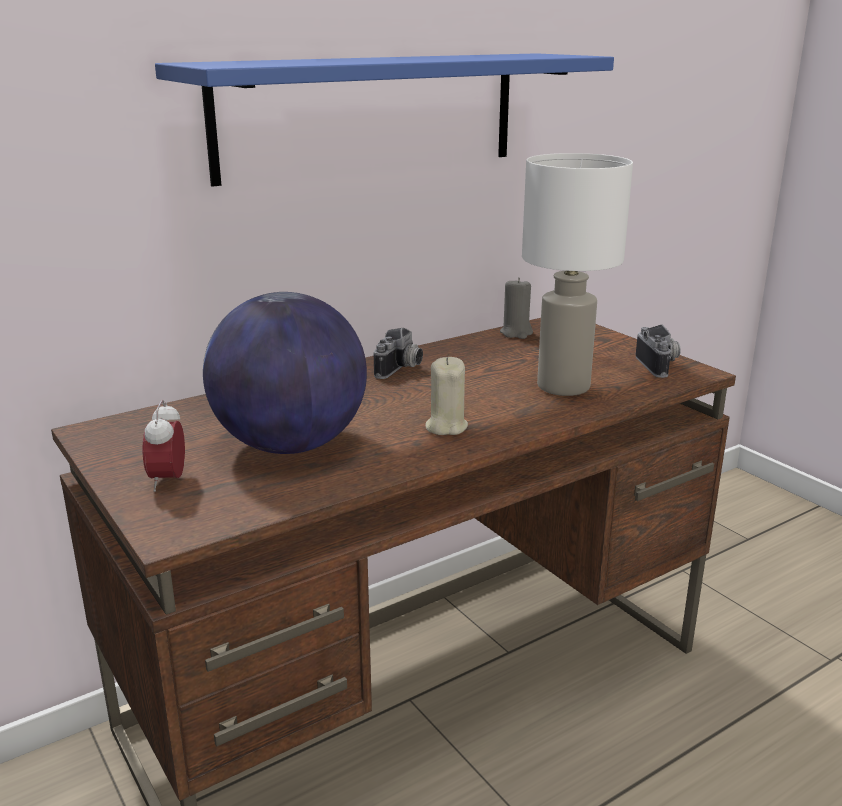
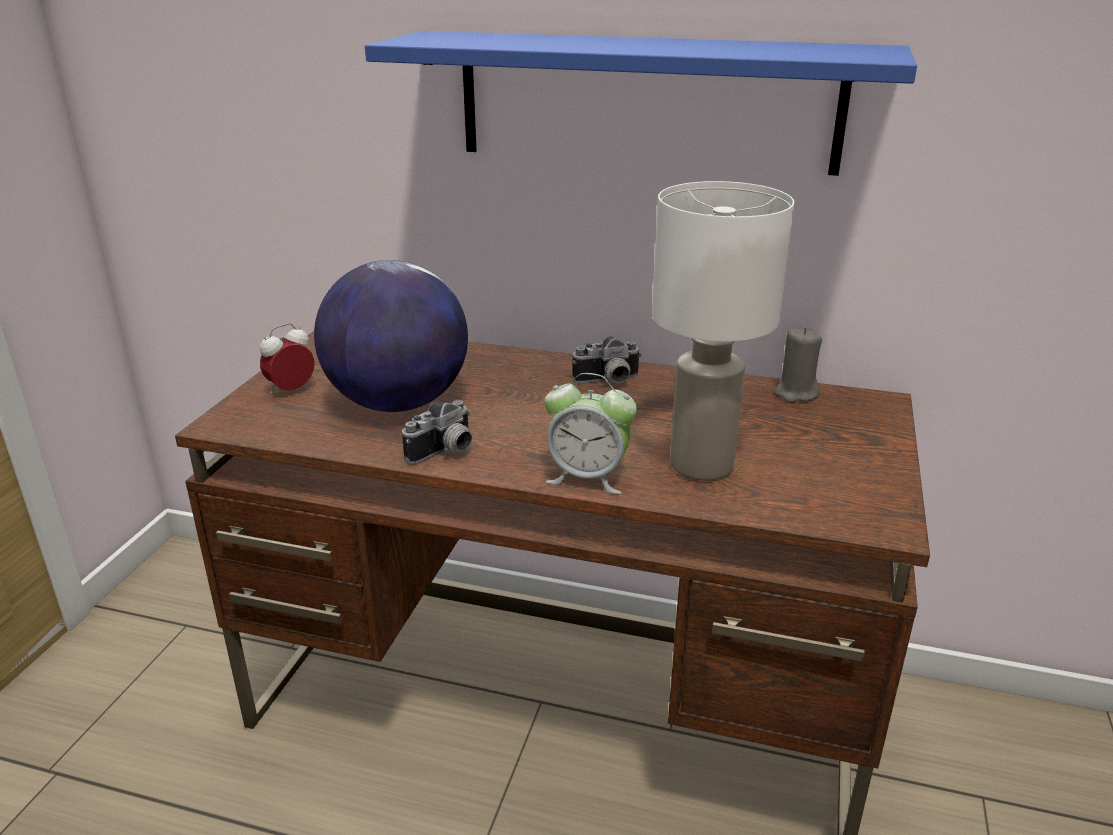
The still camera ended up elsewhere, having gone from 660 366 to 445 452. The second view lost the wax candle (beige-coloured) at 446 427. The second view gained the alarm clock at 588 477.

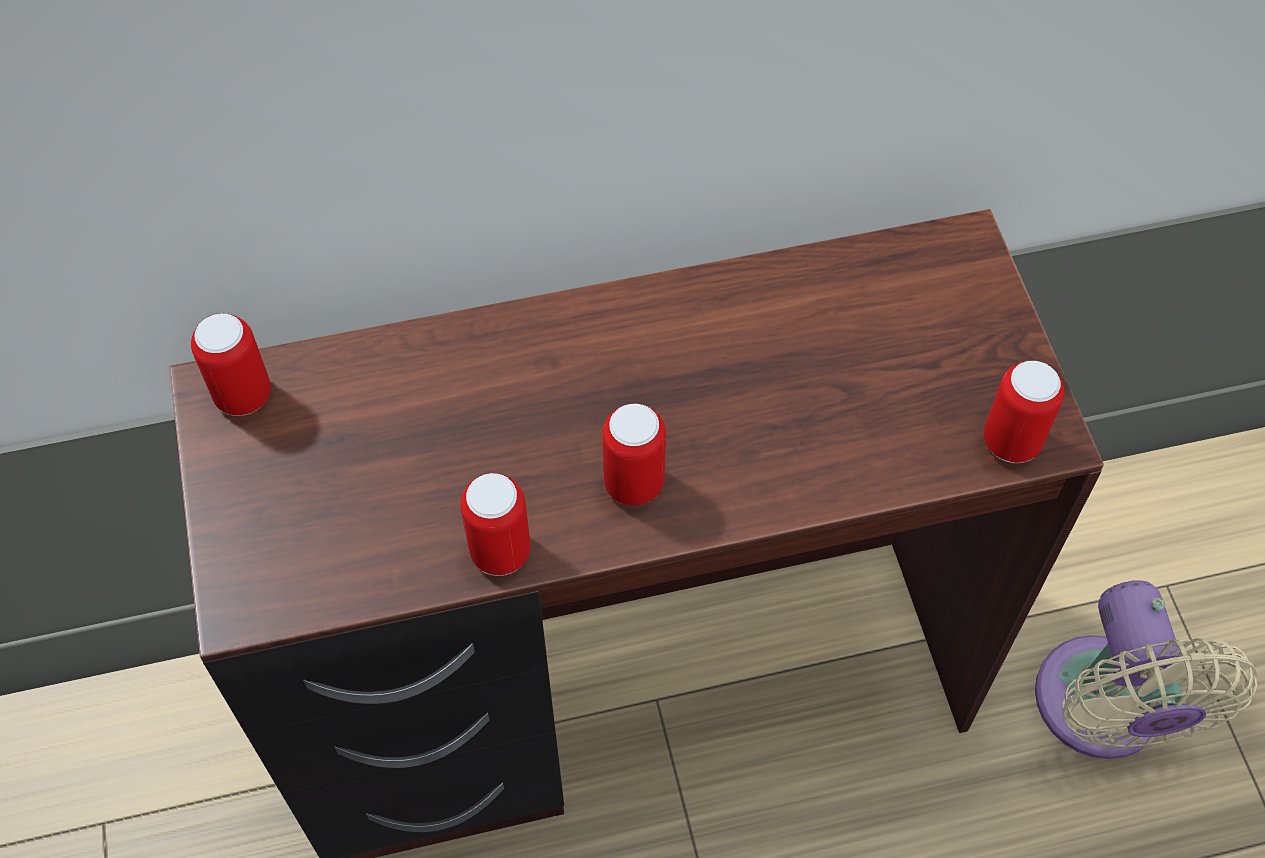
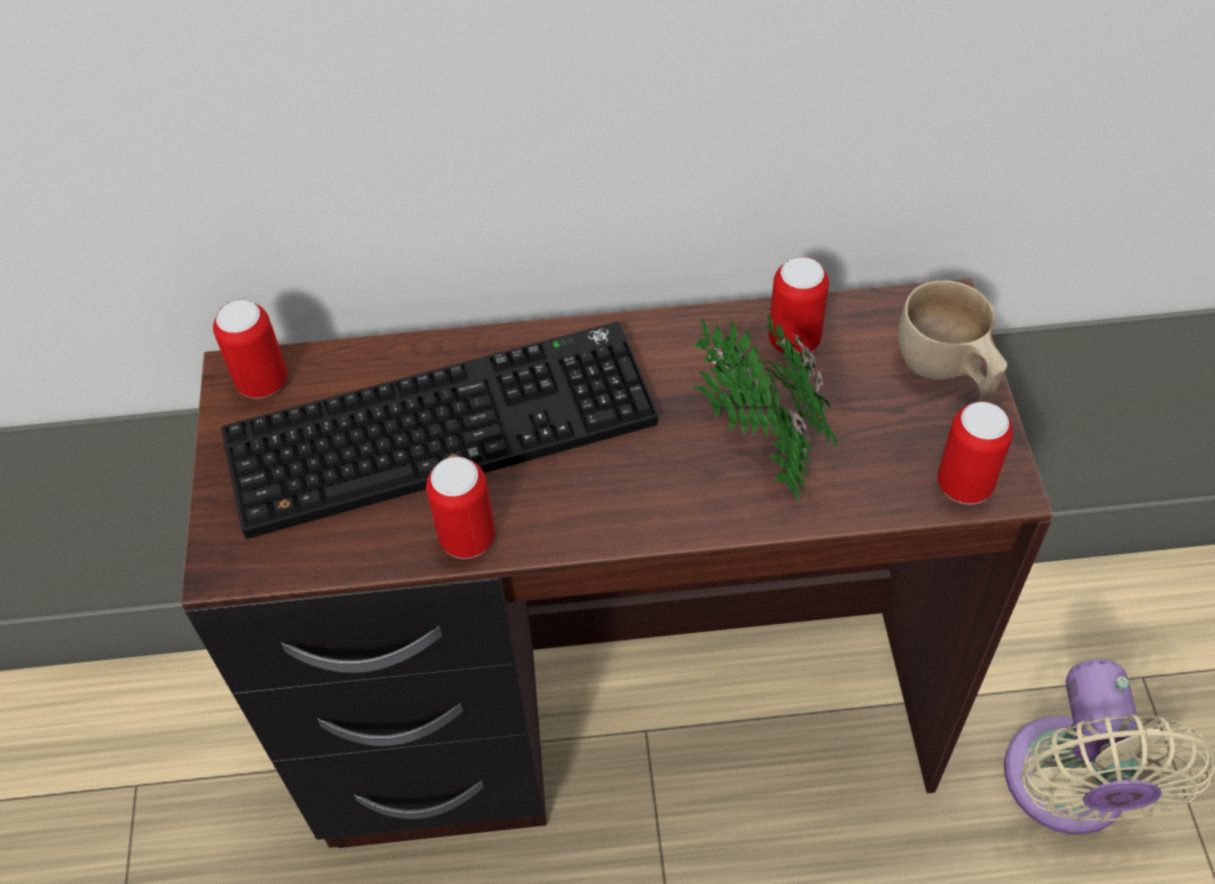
The sealed can ended up elsewhere, having gone from 634 483 to 794 341. The second view gained the small cup (beige-coloured) at 946 374. The second view gained the houseplant at 758 440. The second view gained the PC keyboard at 444 425.

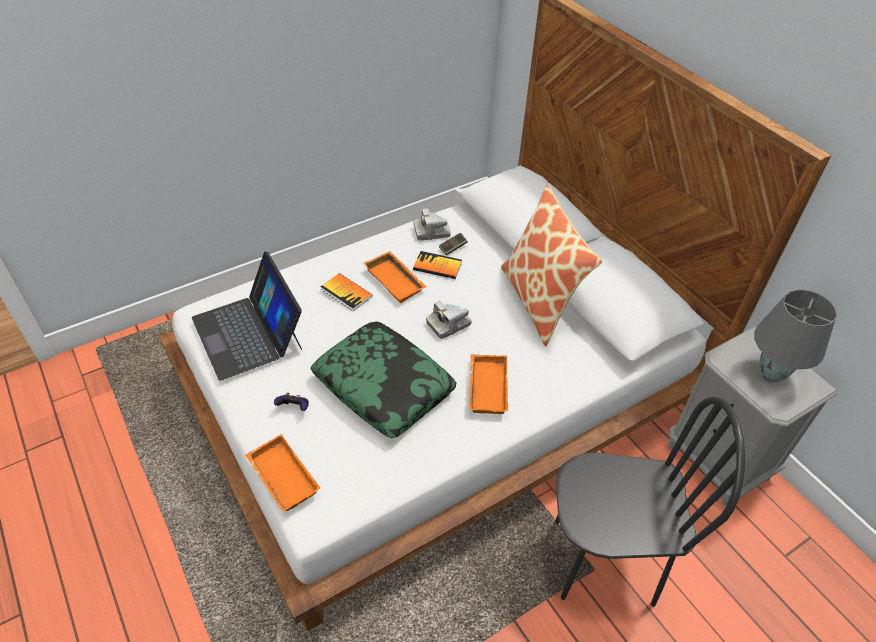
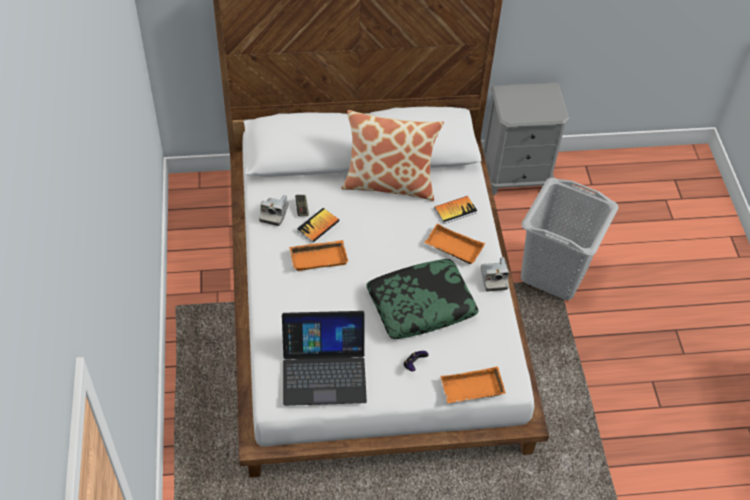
The bound book ended up elsewhere, having gone from 346 293 to 455 210. The second view lost the table lamp (greyish) at 770 374. The still camera ended up elsewhere, having gone from 448 324 to 493 278. Where the upright chair (black) stood at 603 560, the washing basket (greyish) came to stand at 555 272.

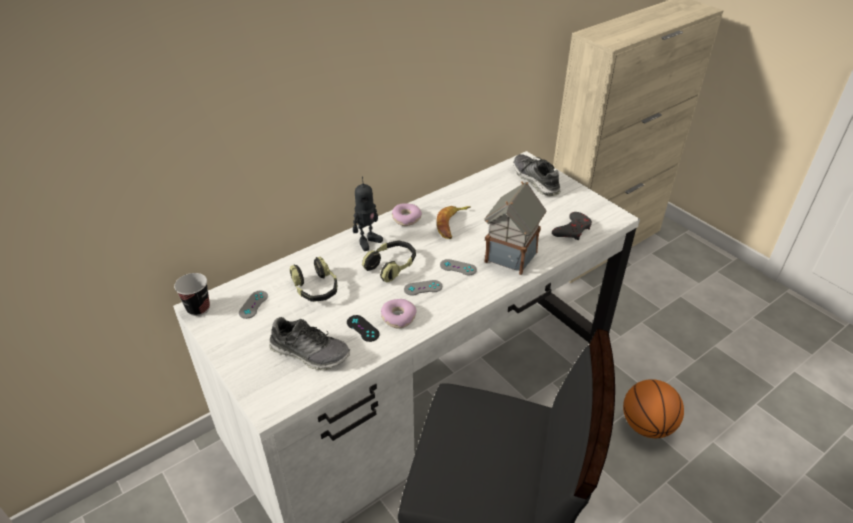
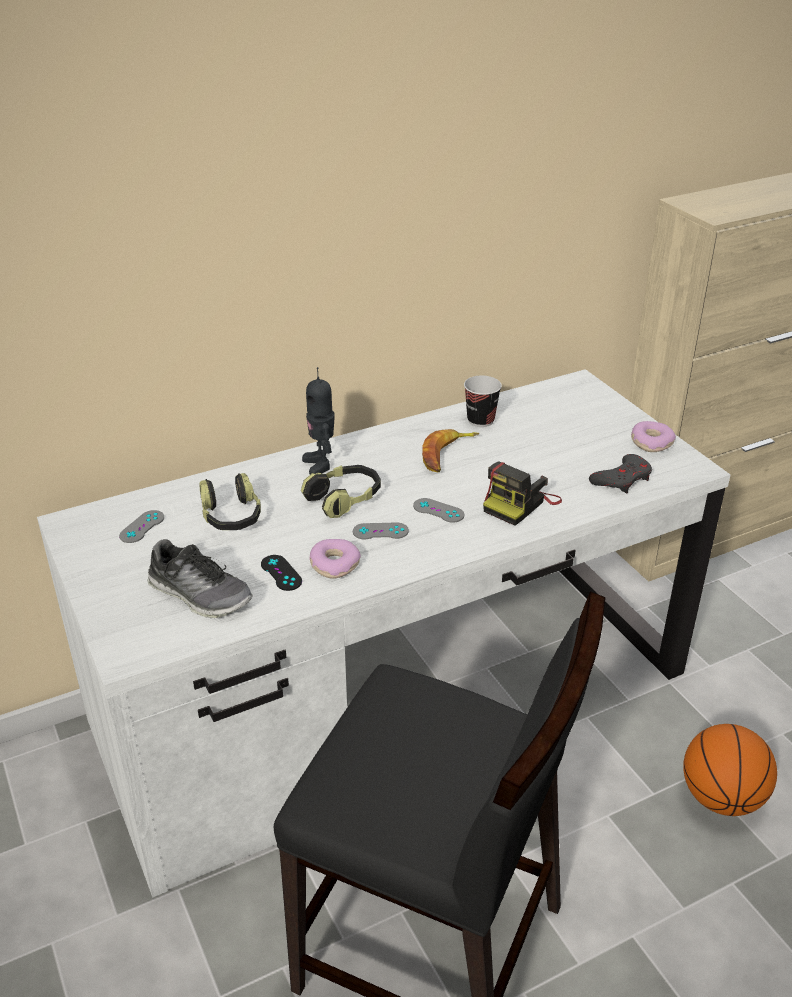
The second view lost the low shoe at 535 180. The robot figure at 368 241 ended up facing another way, 105 degrees clockwise from before. Where the model house stood at 511 256, the still camera came to stand at 520 503. The ring doughnut ended up elsewhere, having gone from 406 218 to 651 443. The small cup ended up elsewhere, having gone from 198 308 to 480 420.

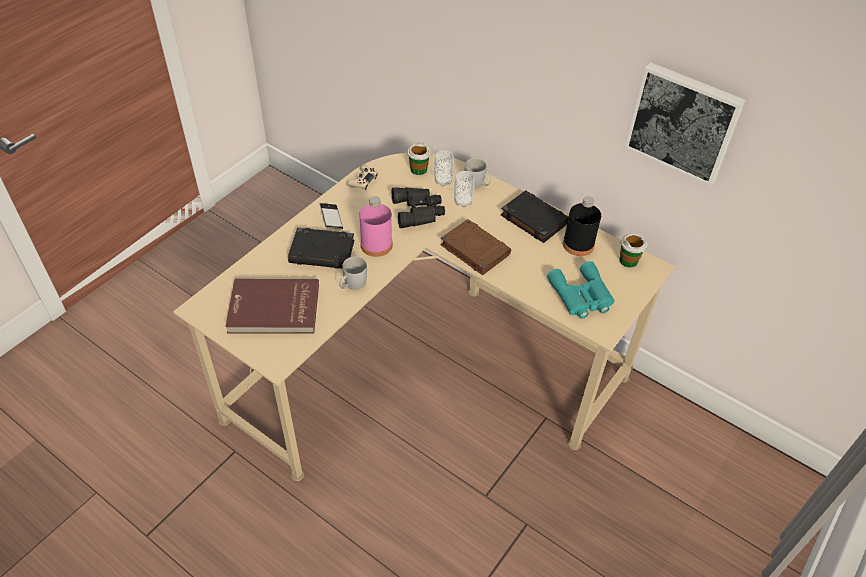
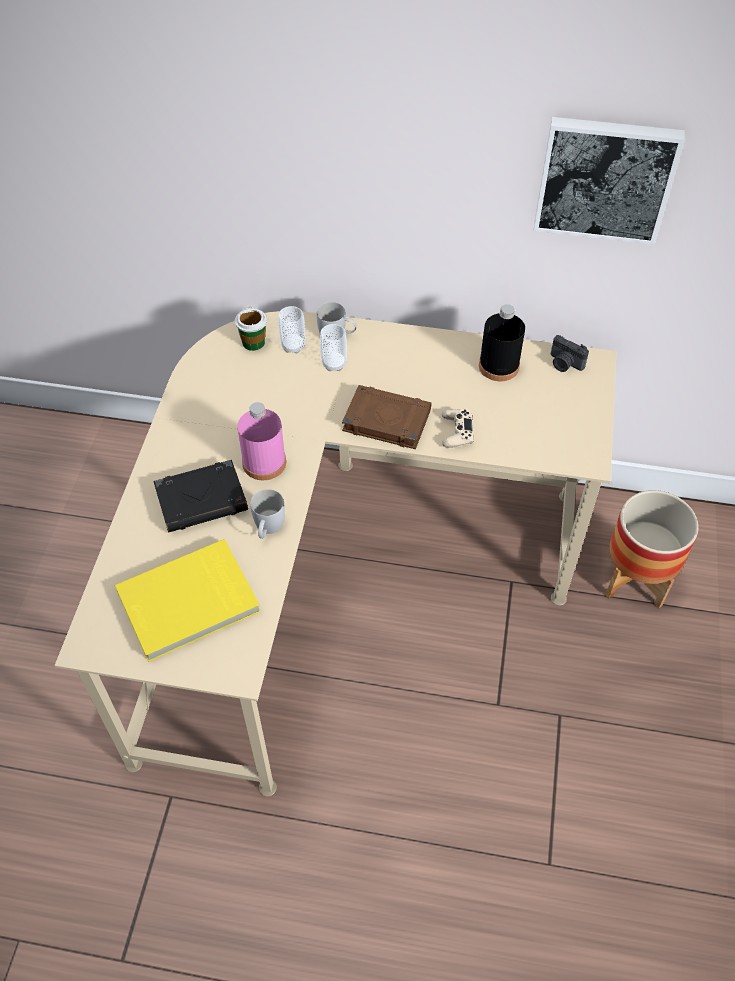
The joypad (beige-coloured) ended up elsewhere, having gone from 362 181 to 456 432. The second view lost the pair of binoculars (black) at 419 211. The second view lost the bound book (black) at 533 219. The second view lost the phone at 331 218. Where the small cup stood at 628 260, the still camera came to stand at 564 364. The second view lost the pair of binoculars (turquoise) at 581 296. What was the bound book (reddish) at 274 310 turned into the bound book (yellowish) at 189 603. The second view gained the flower pot at 635 580.

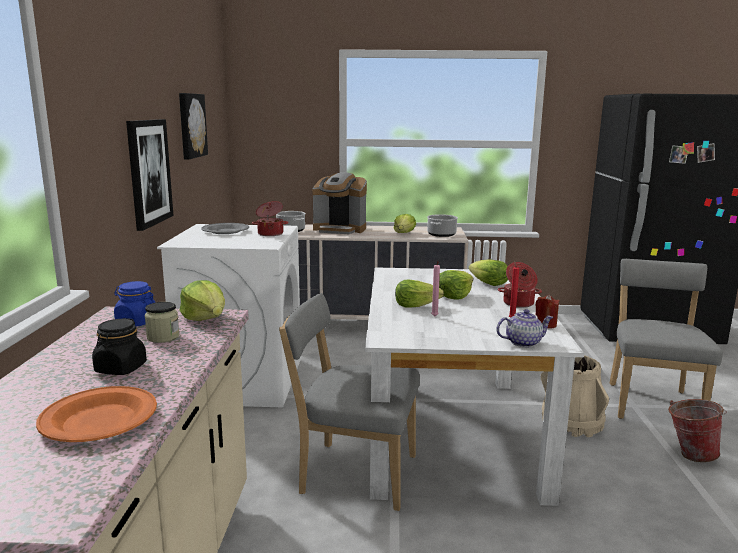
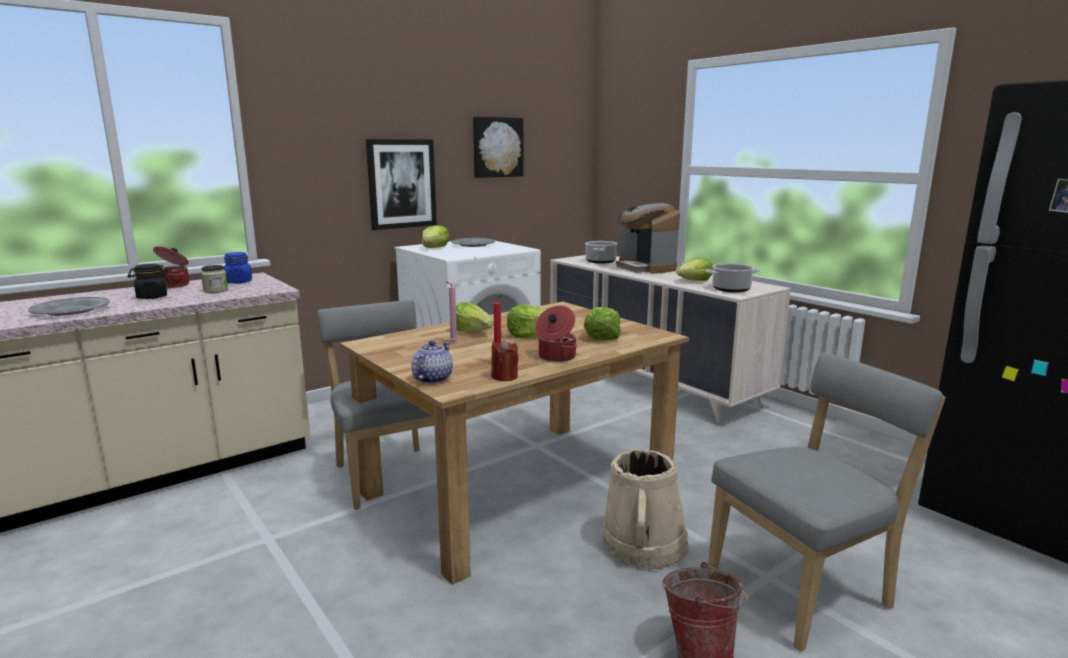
The stockpot ended up elsewhere, having gone from 270 234 to 173 285. What was the kitchen table (whitish) at 452 431 turned into the kitchen table (brown-coloured) at 517 489. The lettuce ended up elsewhere, having gone from 206 318 to 434 248. The tea pot at 523 342 ended up facing another way, 105 degrees counterclockwise from before. What was the dinner plate (orange) at 100 420 turned into the dinner plate (greyish) at 70 310.

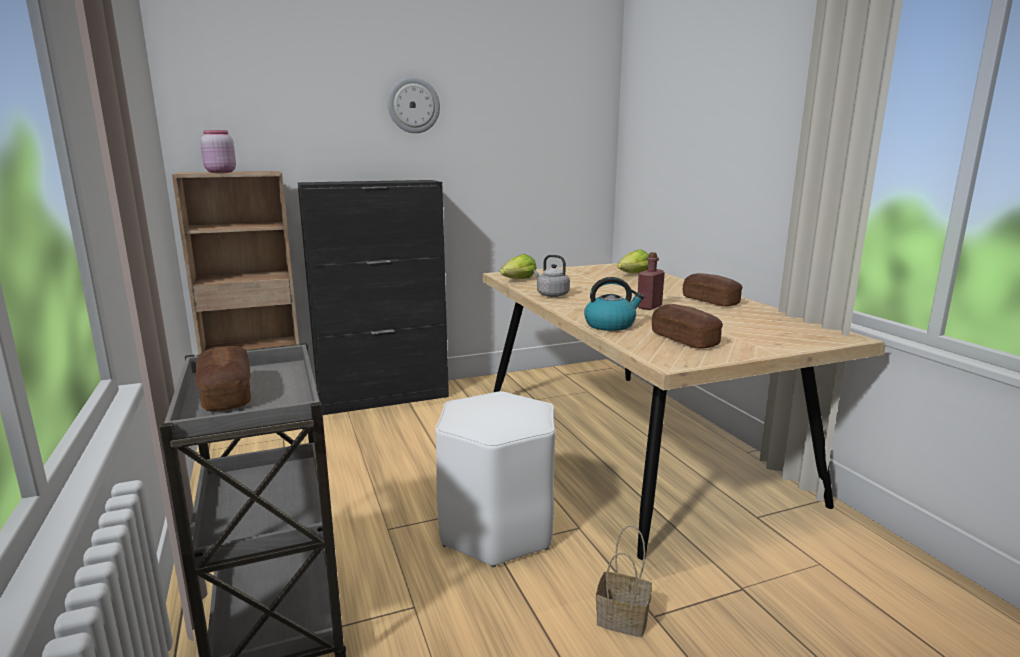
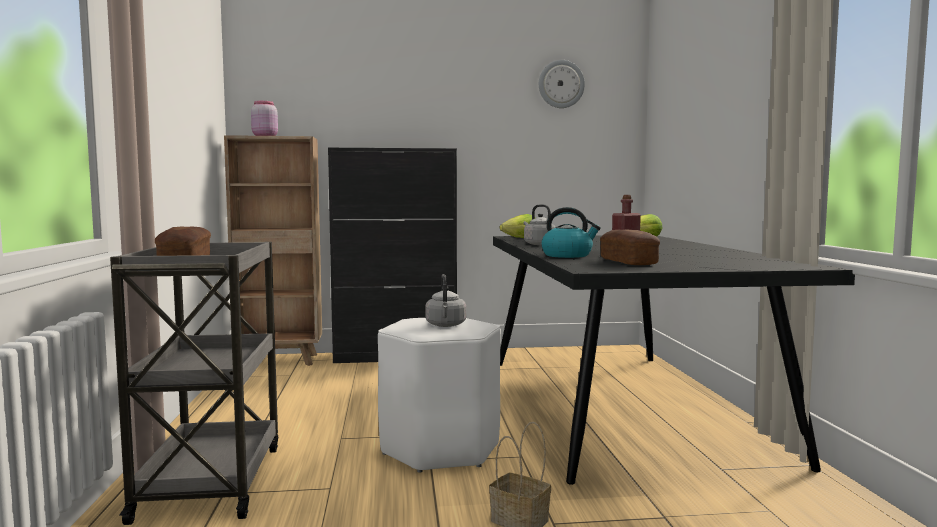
The clock on the wall ended up elsewhere, having gone from 413 105 to 561 84. What was the kitchen table (beige-coloured) at 631 443 turned into the kitchen table (black) at 619 405. The second view lost the baked bread at 710 301. The second view gained the kettle (greyish) at 446 325.

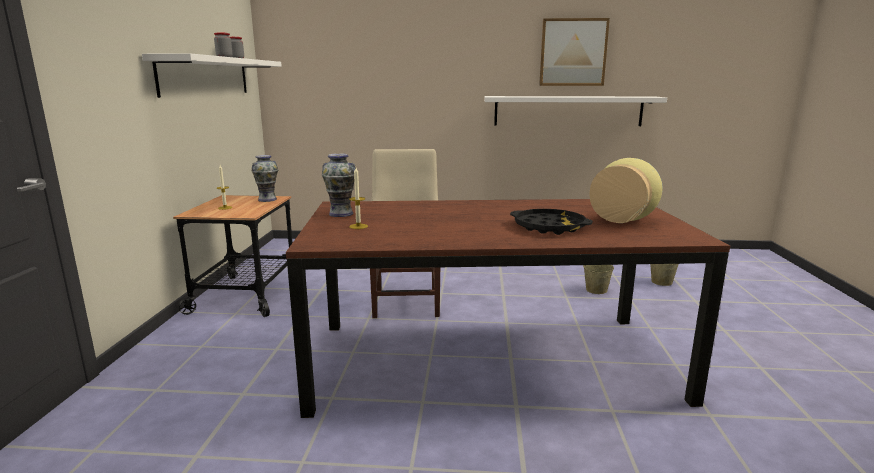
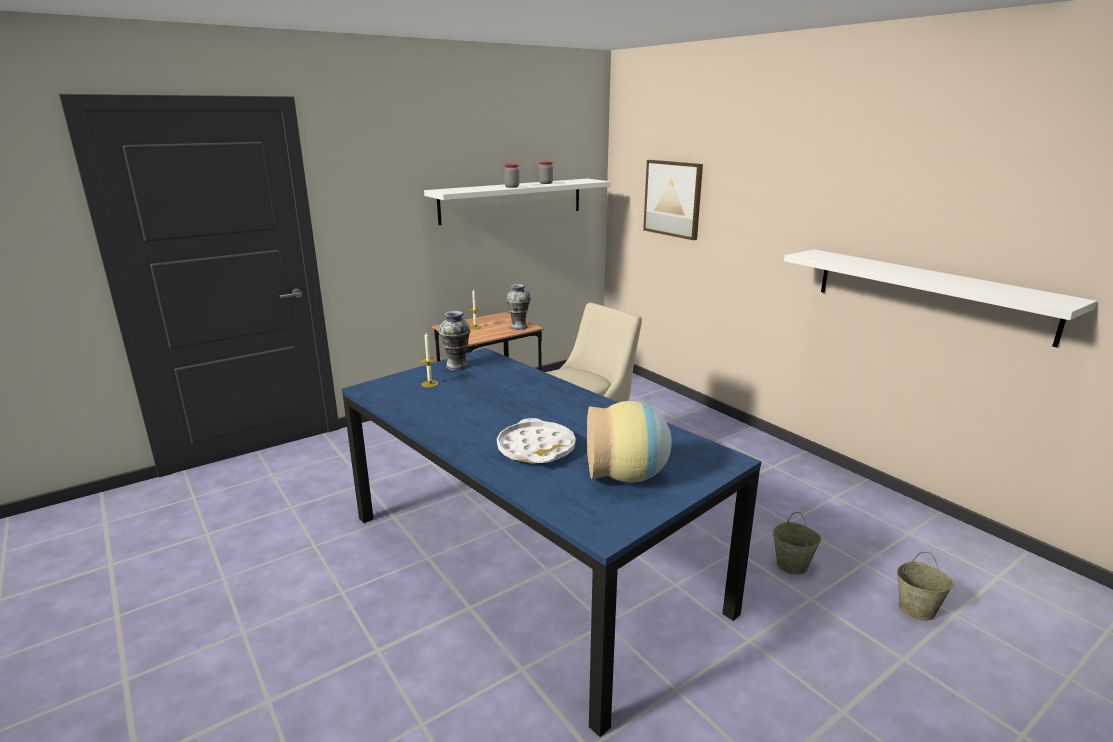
The picture ended up elsewhere, having gone from 573 52 to 673 198. What was the kitchen table (brown-coloured) at 491 360 turned into the kitchen table (blue) at 531 562. What was the carrying tray (black) at 549 227 turned into the carrying tray (whitish) at 536 449.

